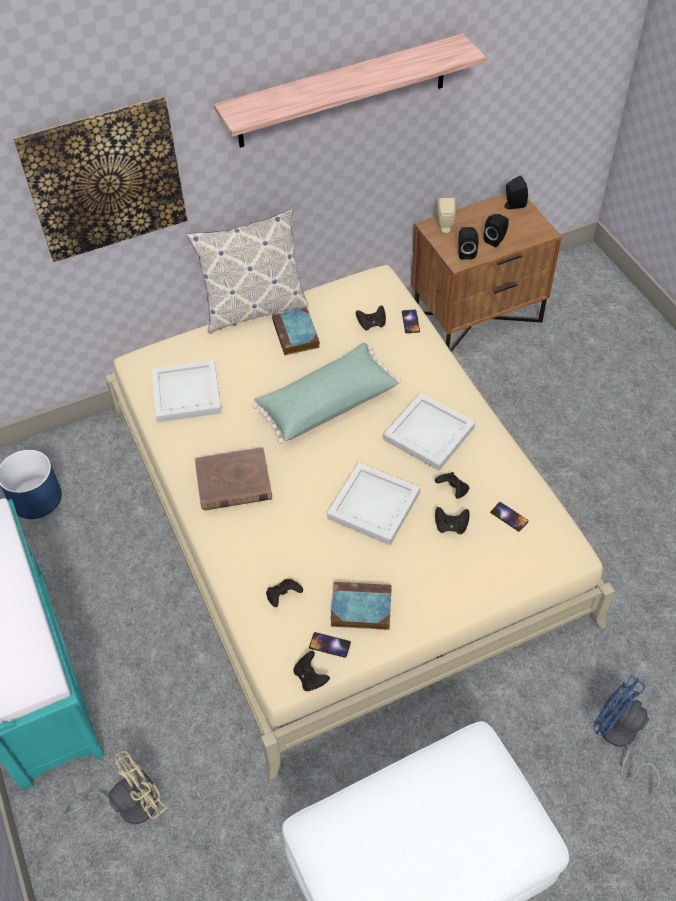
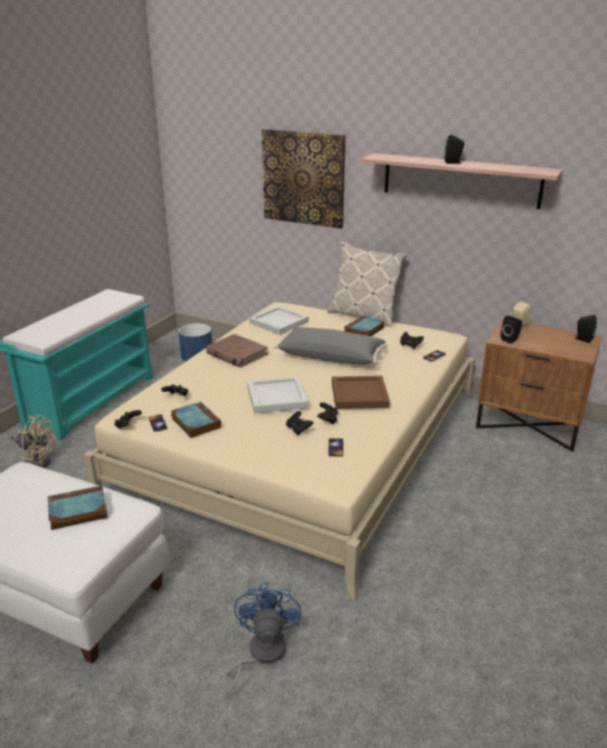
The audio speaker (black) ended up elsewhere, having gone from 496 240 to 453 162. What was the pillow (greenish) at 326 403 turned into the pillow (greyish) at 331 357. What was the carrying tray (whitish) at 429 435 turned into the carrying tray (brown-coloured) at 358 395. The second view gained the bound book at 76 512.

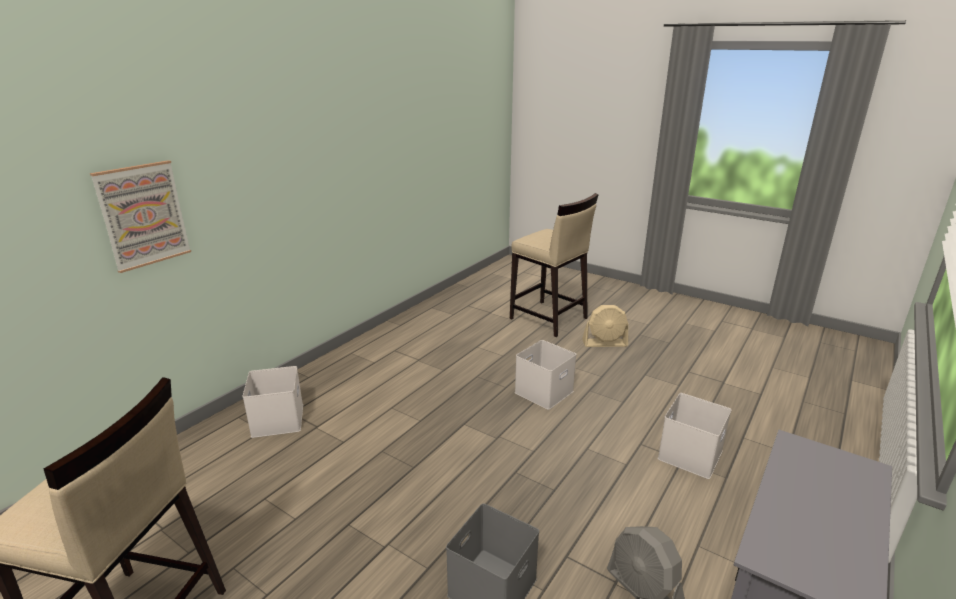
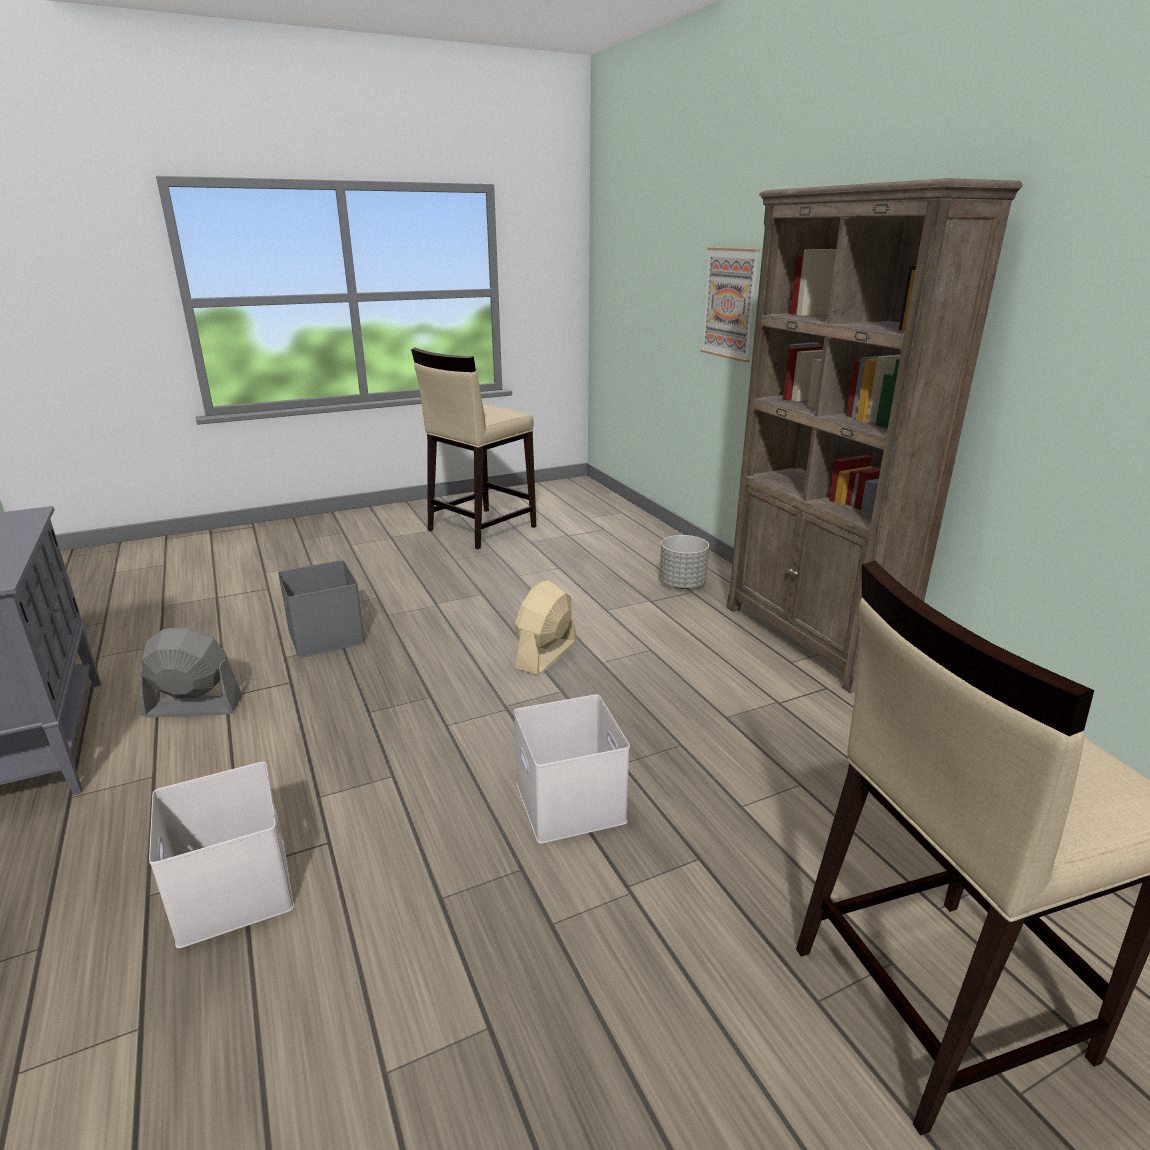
The cooling fan (beige-coloured) ended up elsewhere, having gone from 605 343 to 546 655. Where the storage bin (whitish) stood at 279 420, the flower pot (greyish) came to stand at 682 584. The second view gained the bookshelf (brown-coloured) at 811 639.

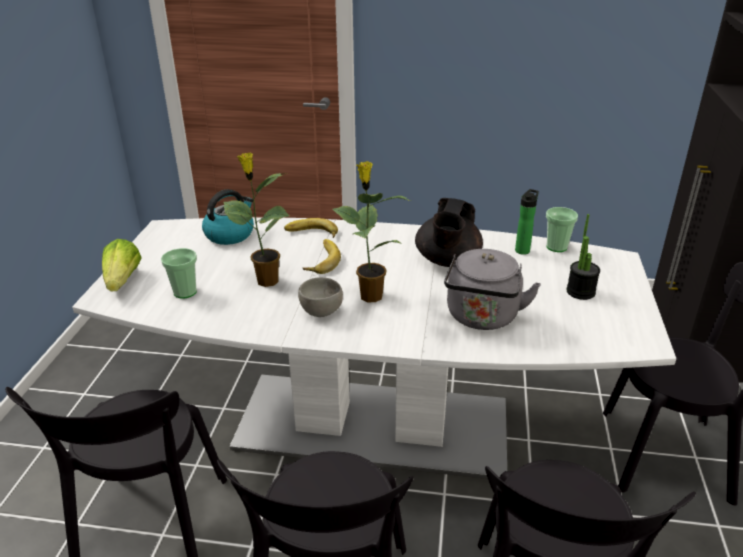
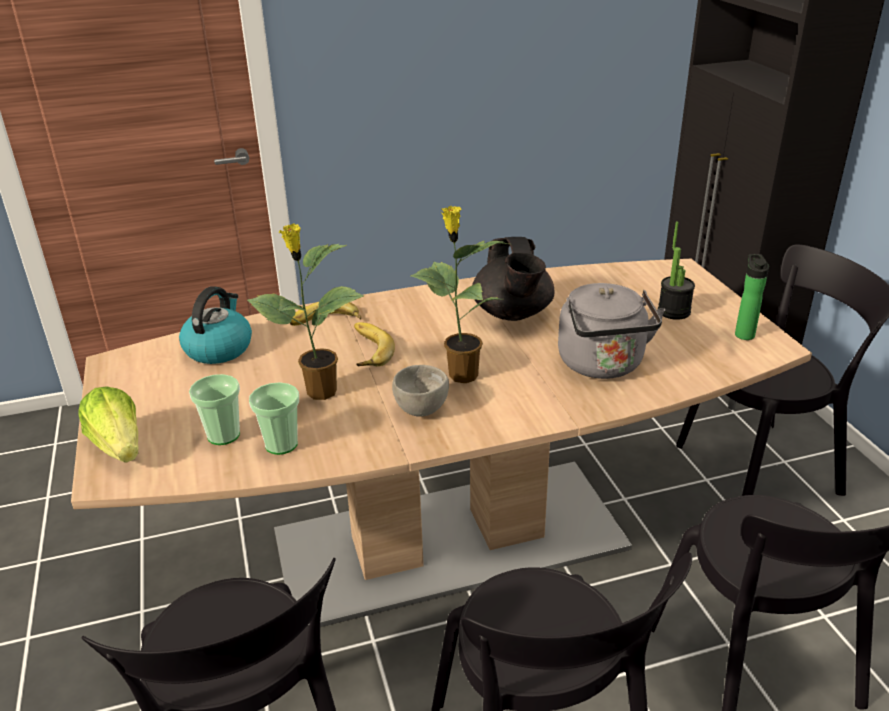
The bottle ended up elsewhere, having gone from 523 250 to 744 333. The small cup ended up elsewhere, having gone from 556 247 to 281 444. What was the kitchen table (whitish) at 371 424 turned into the kitchen table (brown-coloured) at 447 540.

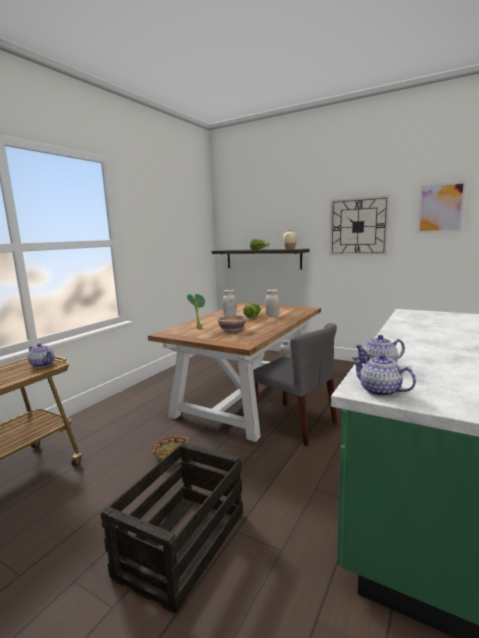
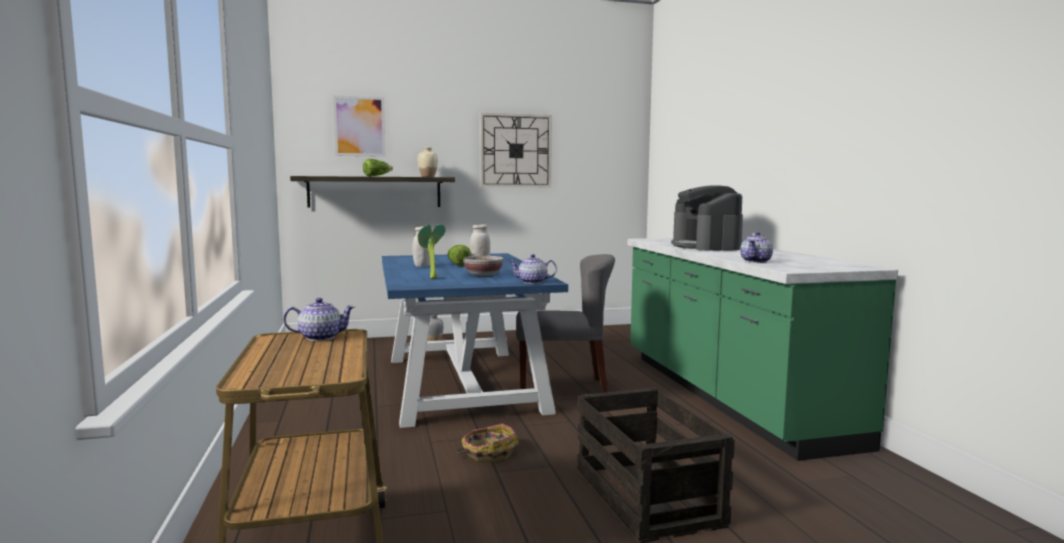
The picture ended up elsewhere, having gone from 440 208 to 359 126. What was the kitchen table (brown-coloured) at 247 397 turned into the kitchen table (blue) at 463 384. The tea pot ended up elsewhere, having gone from 380 391 to 533 282. The second view gained the coffee maker at 706 246.

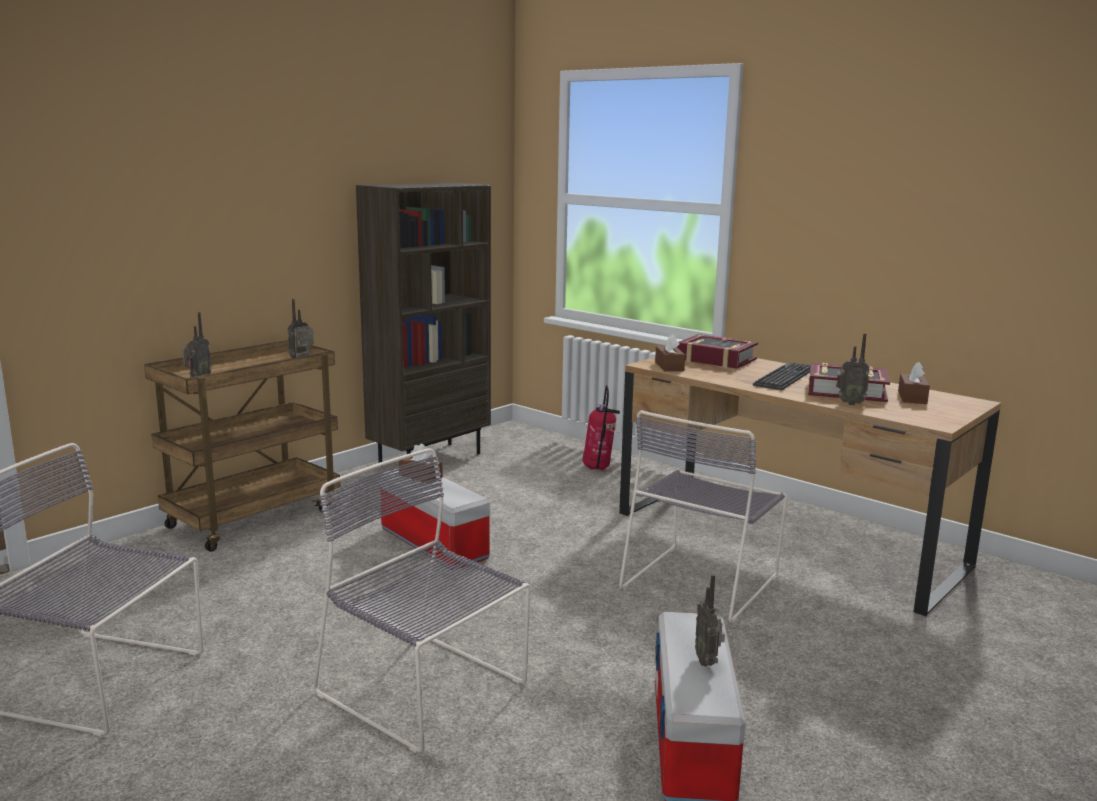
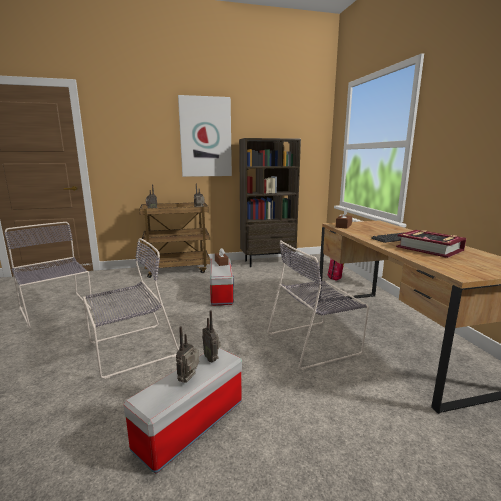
The radio set ended up elsewhere, having gone from 849 403 to 212 358. The second view lost the bound book at 716 359. The second view lost the tissue box (brown-coloured) at 912 397. The upright chair (greyish) at 426 691 ended up facing another way, 75 degrees clockwise from before. The second view gained the picture at 205 137.

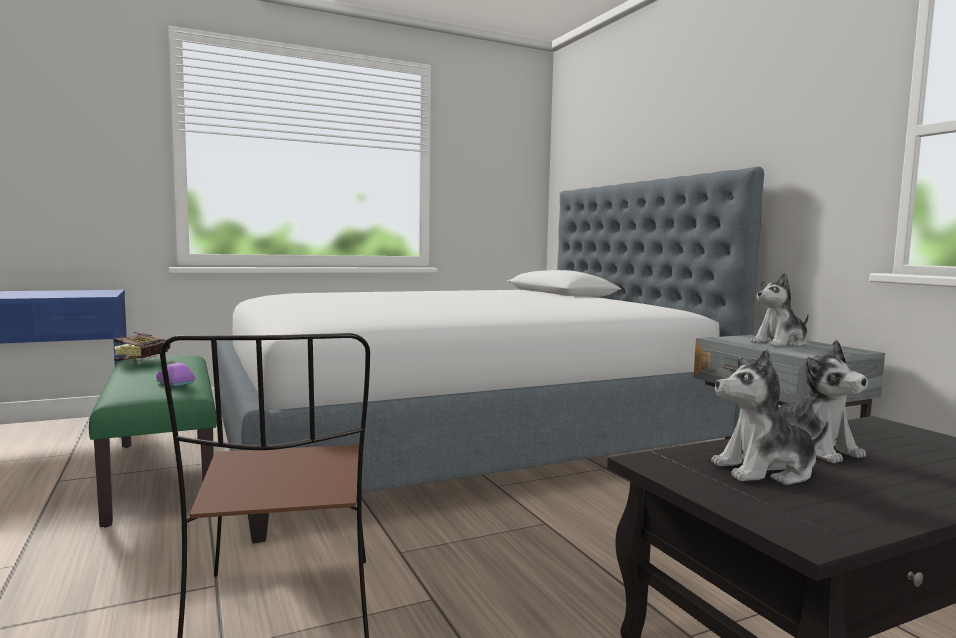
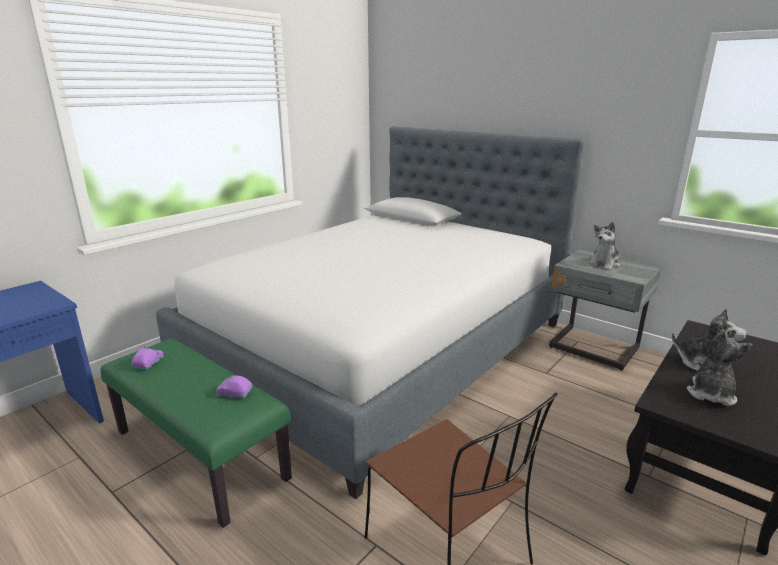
Where the bound book stood at 146 361, the model car (purple) came to stand at 148 363. The plush toy at 765 471 ended up facing another way, 150 degrees clockwise from before.

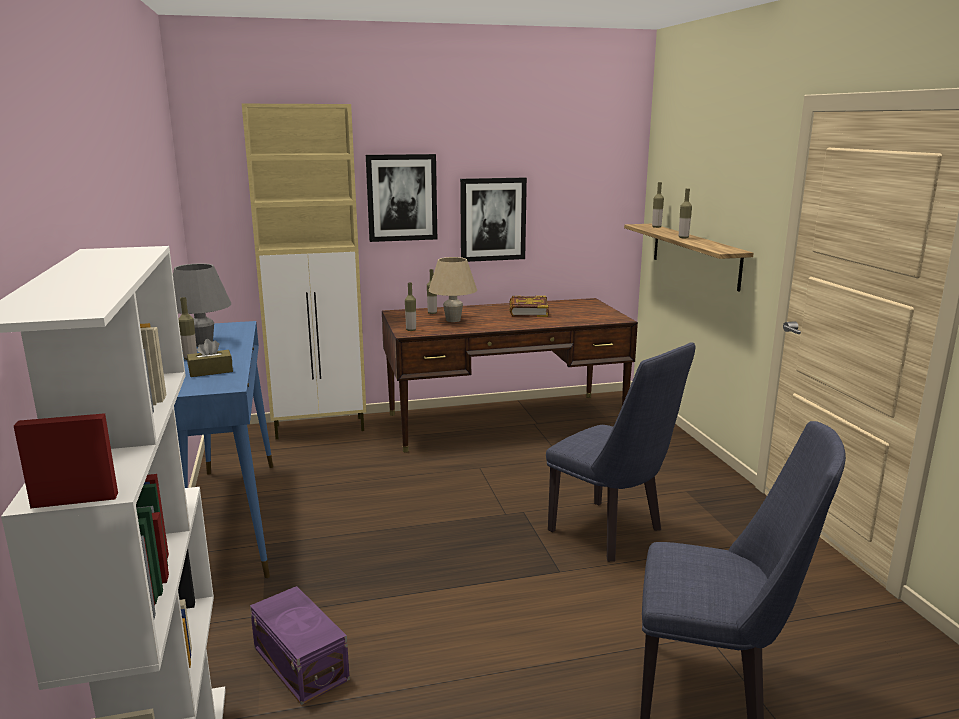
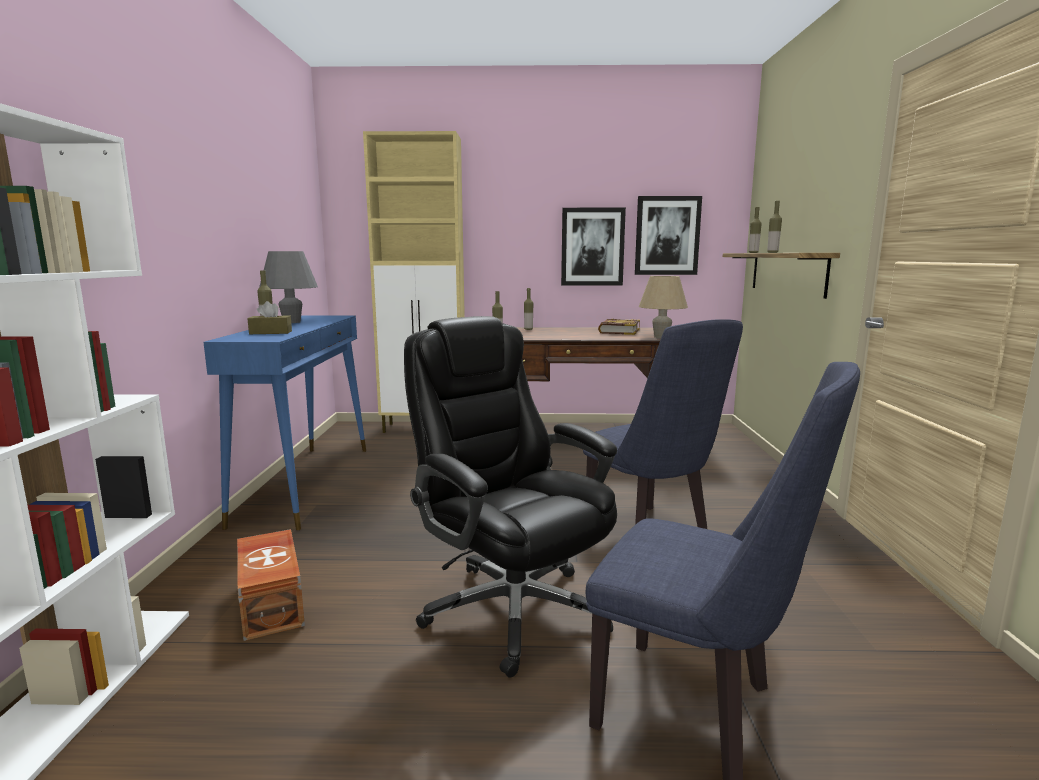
The picture ended up elsewhere, having gone from 402 197 to 667 236. The table lamp (beige-coloured) ended up elsewhere, having gone from 453 320 to 661 337. What was the storage bin (purple) at 301 661 turned into the storage bin (brown-coloured) at 273 602. The second view gained the computer chair (black) at 512 608.

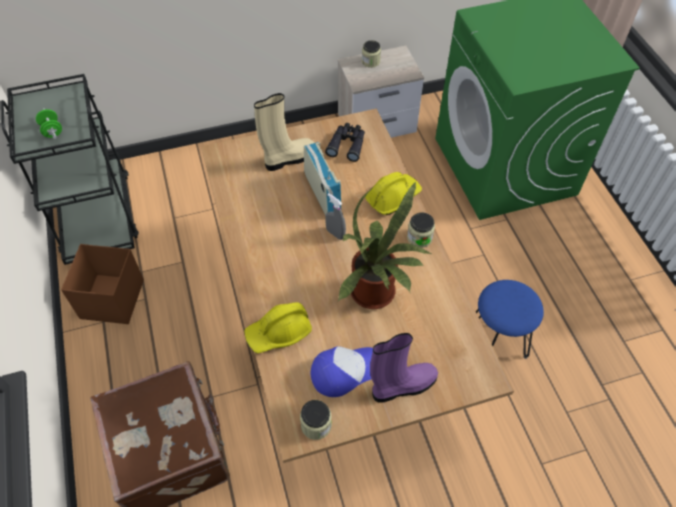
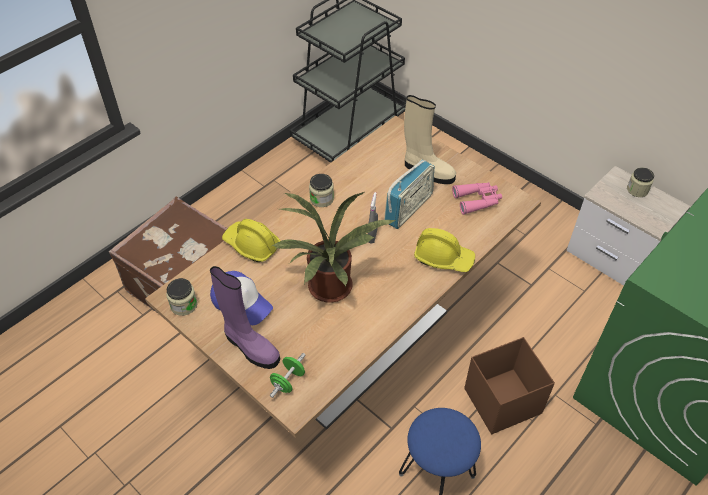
The free weight (greenish) ended up elsewhere, having gone from 52 131 to 288 381. What was the pair of binoculars (black) at 347 144 turned into the pair of binoculars (pink-coloured) at 477 200. The preserve jar ended up elsewhere, having gone from 419 238 to 321 199. The storage bin (brown-coloured) ended up elsewhere, having gone from 111 300 to 501 401.

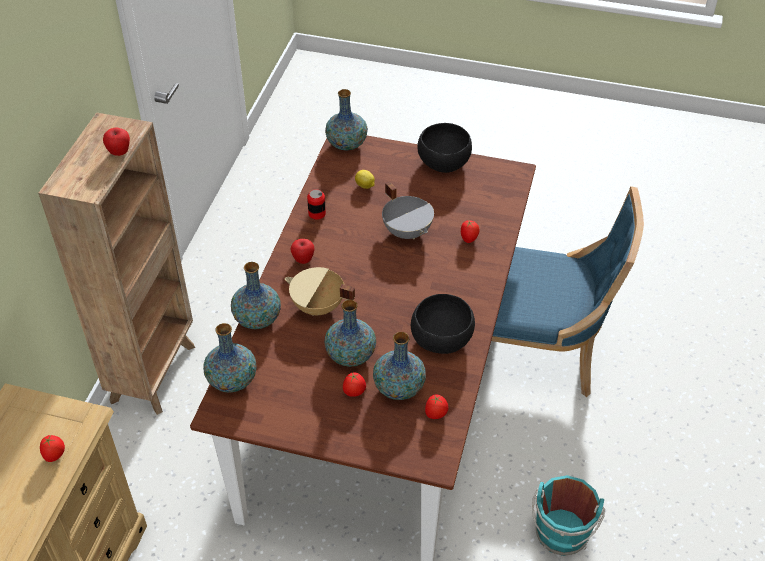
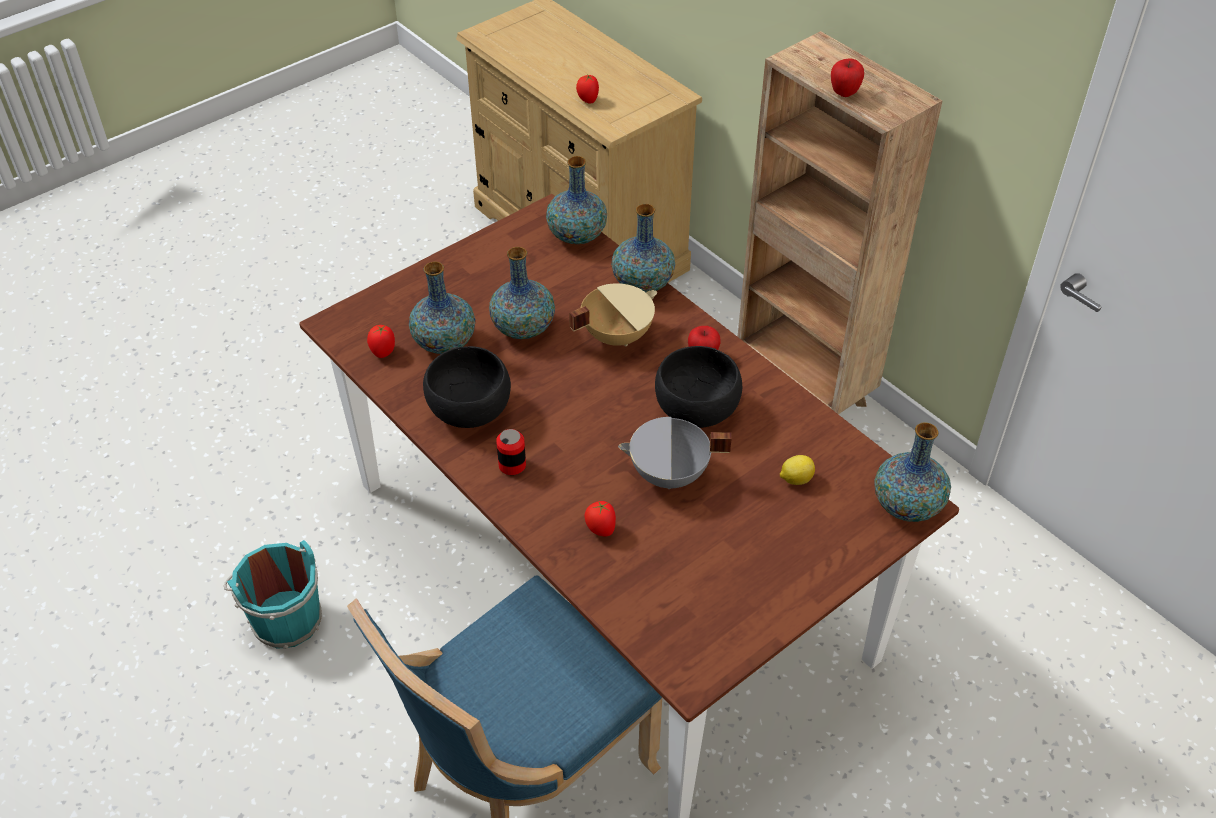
The bowl (black) ended up elsewhere, having gone from 443 162 to 697 409. The sealed can ended up elsewhere, having gone from 317 214 to 512 465. The second view lost the fresh tomato at 354 393.

